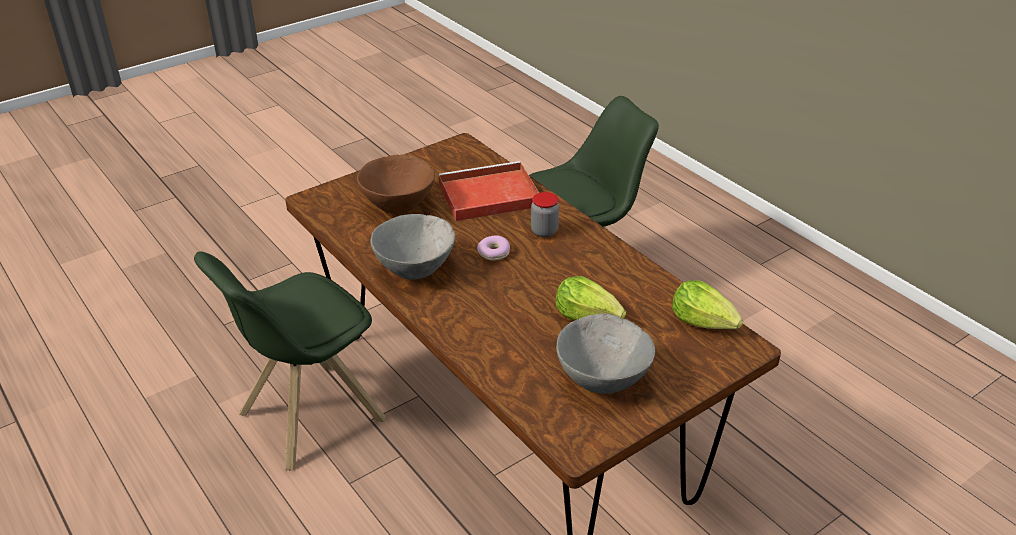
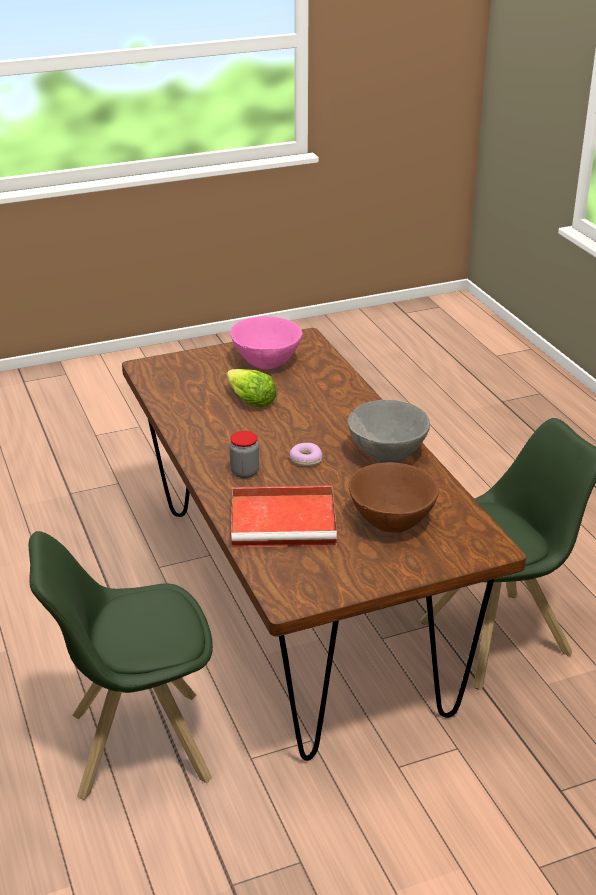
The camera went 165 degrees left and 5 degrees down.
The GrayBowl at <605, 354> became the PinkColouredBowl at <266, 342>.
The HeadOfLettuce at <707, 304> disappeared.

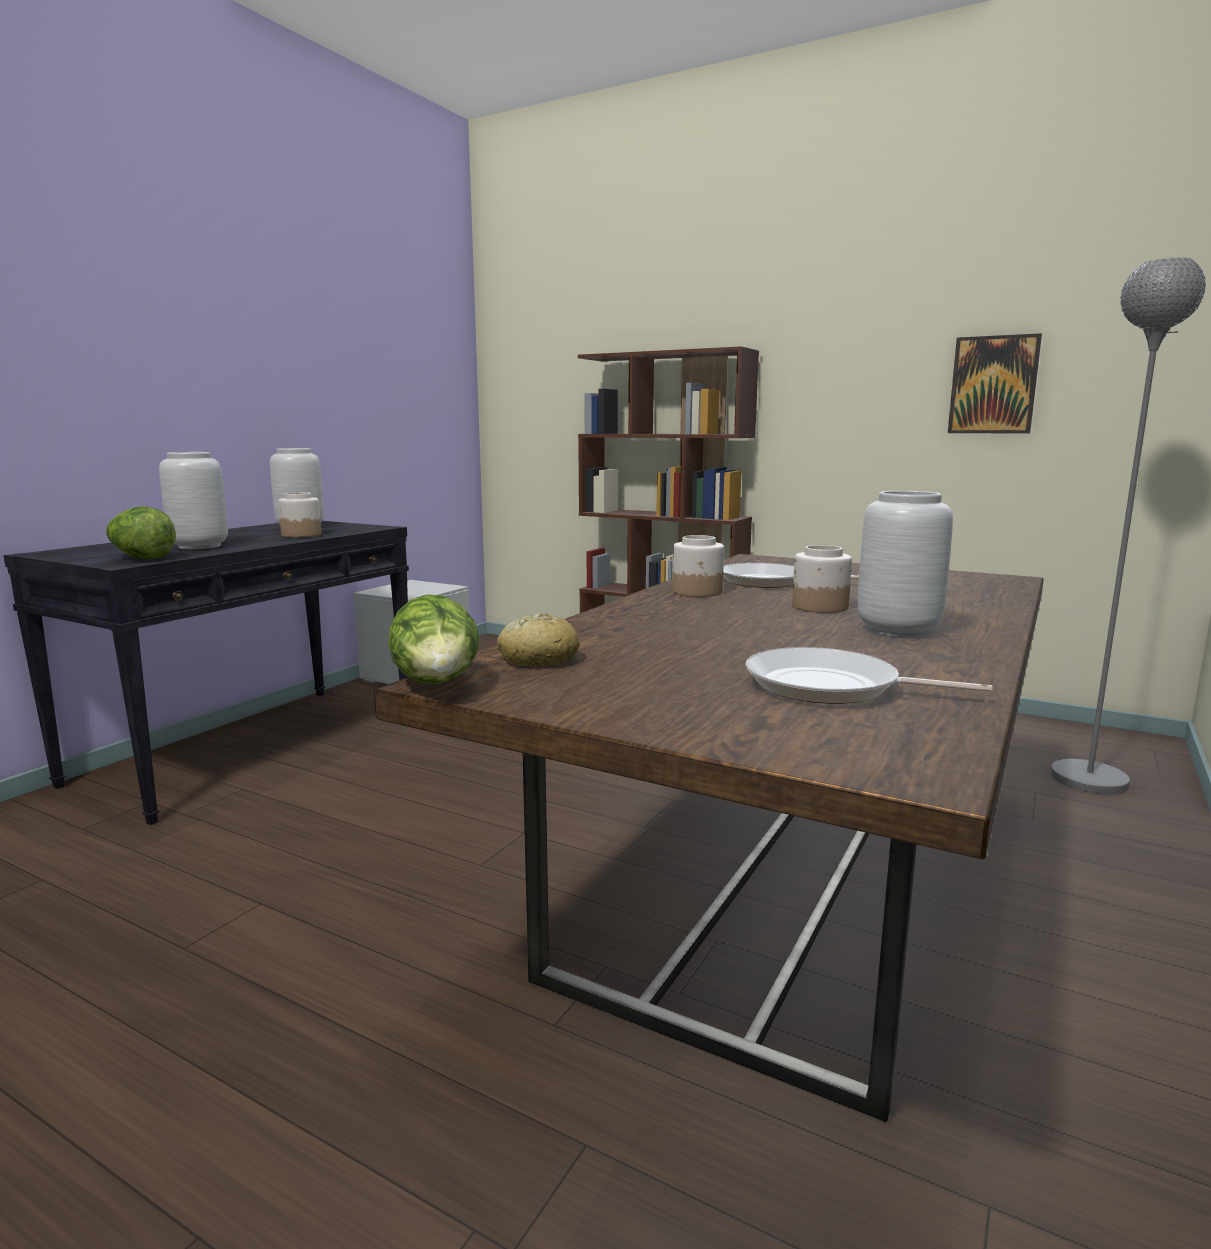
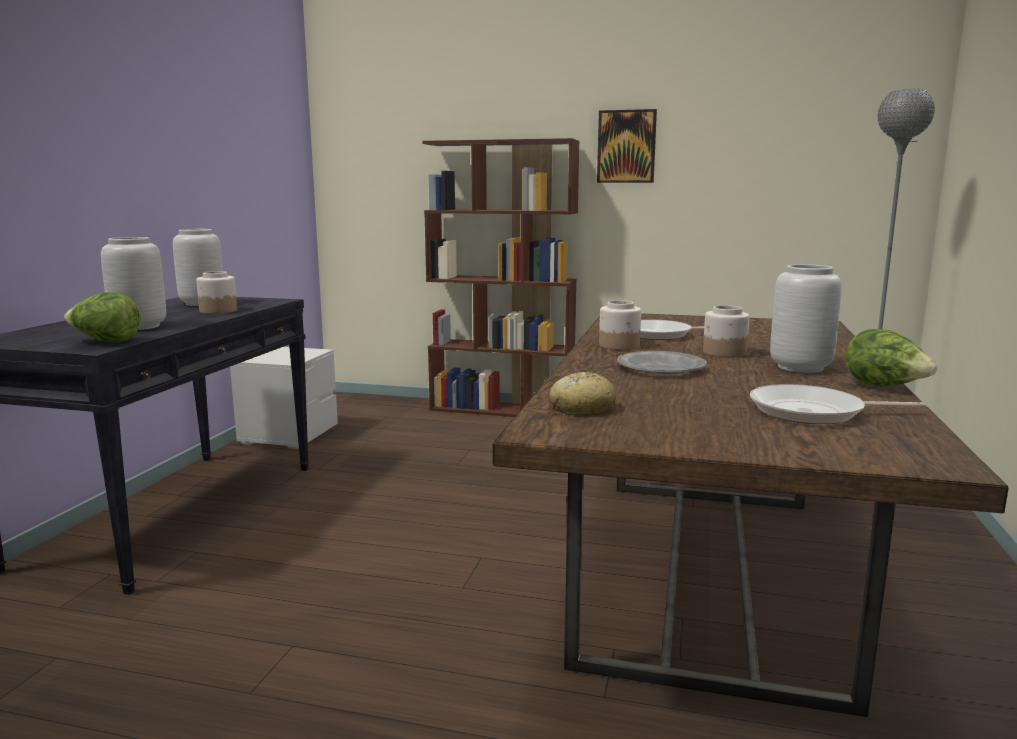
The camera went 15 degrees left and 0 degrees up.
The HeadOfLettuce moved from <433, 639> to <891, 357>.
The WallArt moved from <995, 383> to <627, 146>.
The GrayFlatDish at <662, 362> appeared.

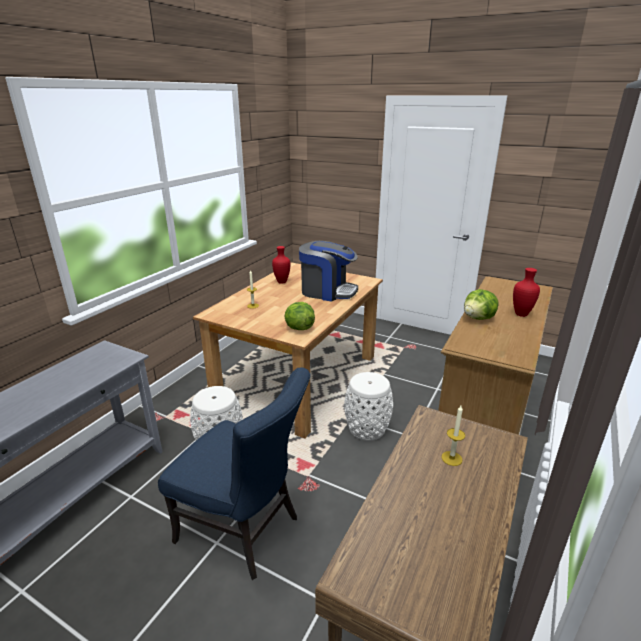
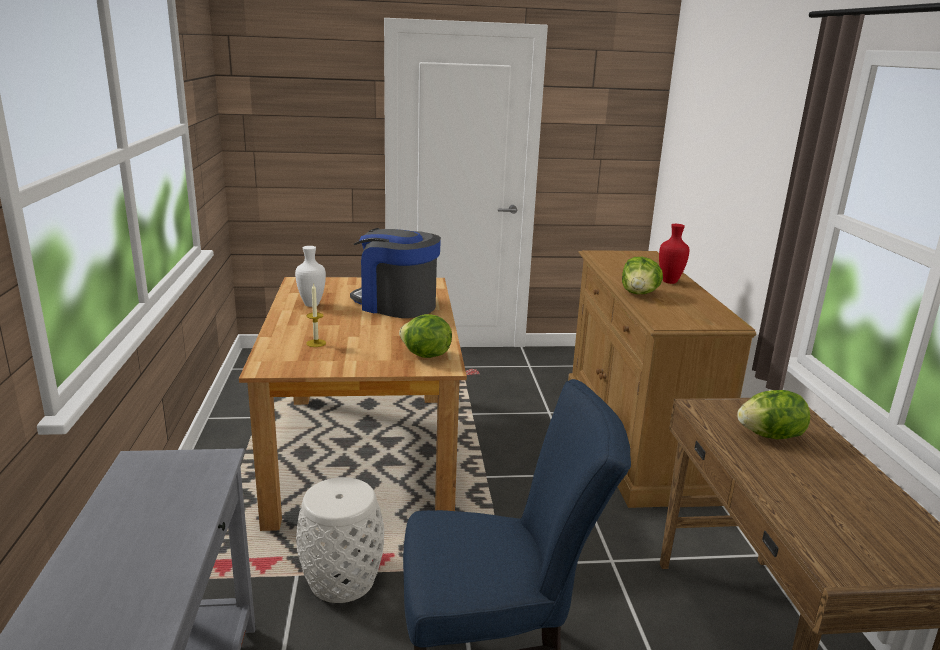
The camera went 35 degrees left and 5 degrees down.
The RedColouredFlowerVase at <281, 265> became the WhiteColouredFlowerVase at <310, 276>.
The CoffeeMachine at <328, 271> turned 135 degrees counterclockwise.
The WhiteColouredStoolSeat at <368, 406> disappeared.
The WaxCandle at <453, 436> was replaced by the HeadOfLettuce at <773, 414>.

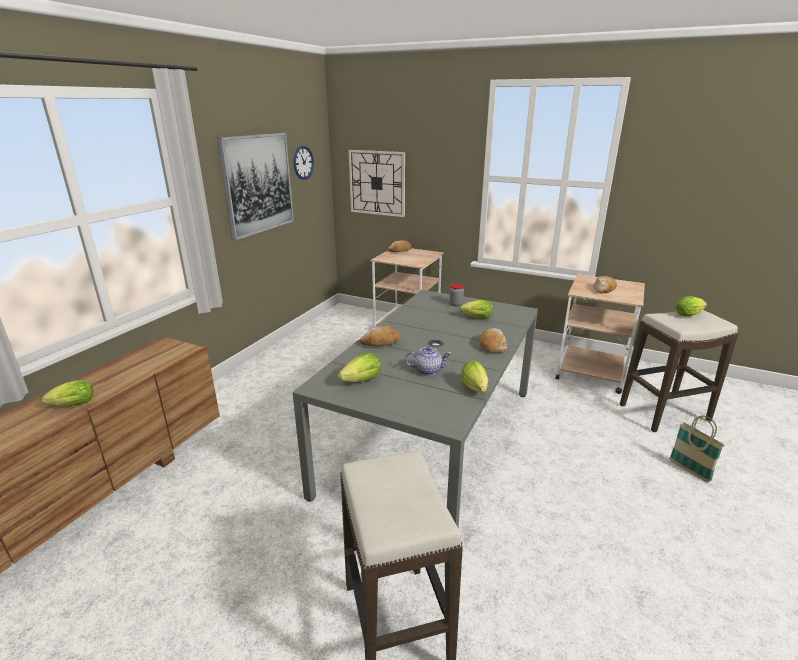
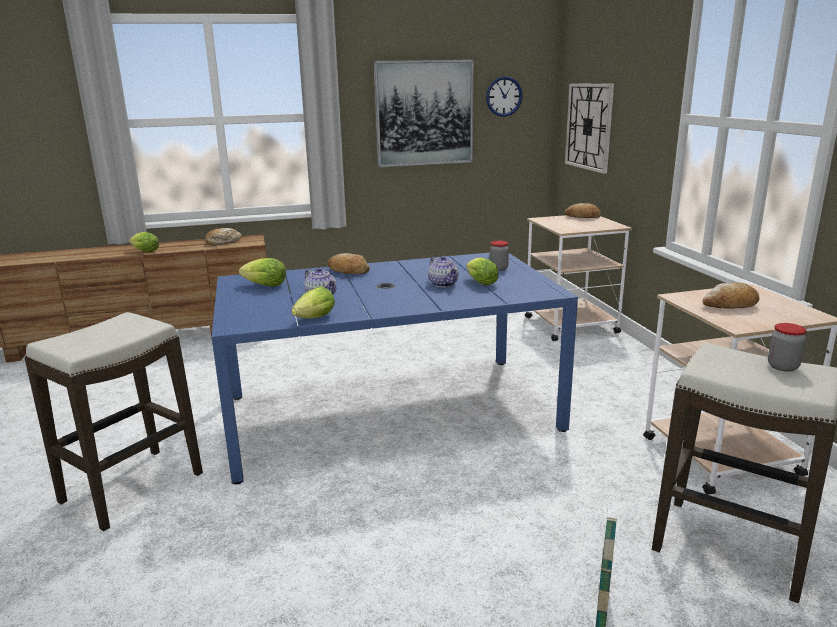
The camera went 50 degrees right and 5 degrees down.
The GrayKitchenTable at <415, 408> became the BlueKitchenTable at <395, 368>.
The Bread moved from <493, 341> to <223, 237>.
The HeadOfLettuce at <691, 306> was replaced by the Jar at <787, 347>.
The PotForTea at <443, 271> appeared.

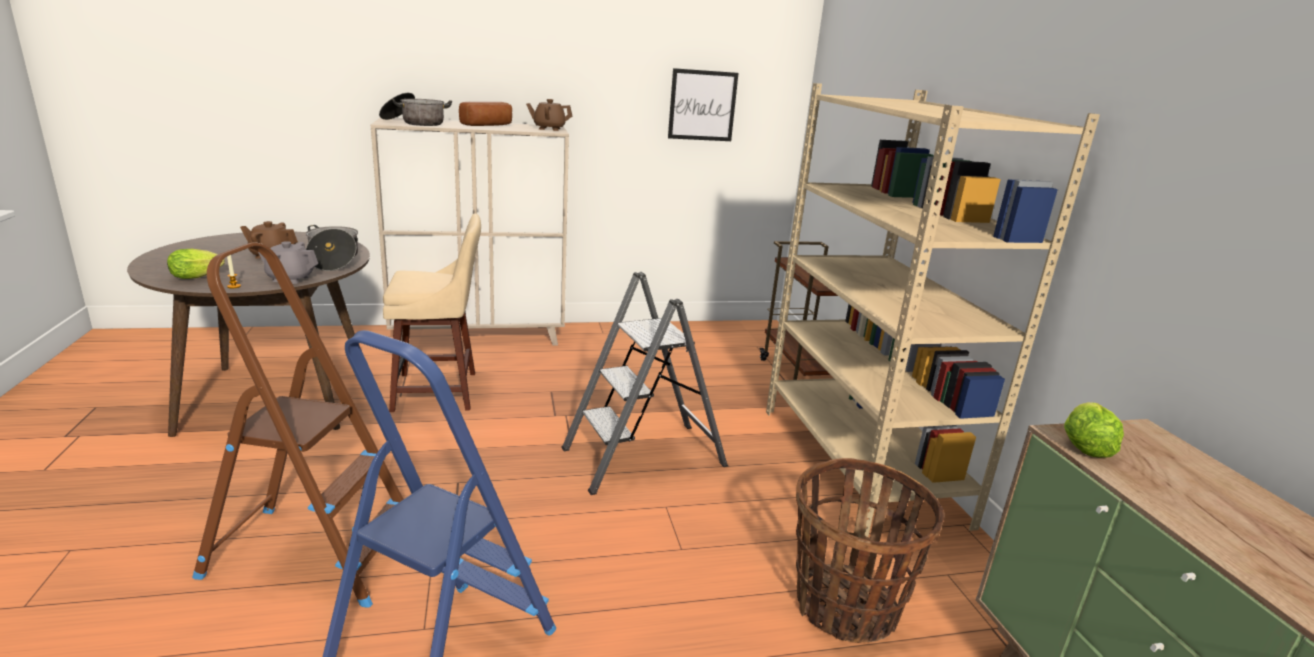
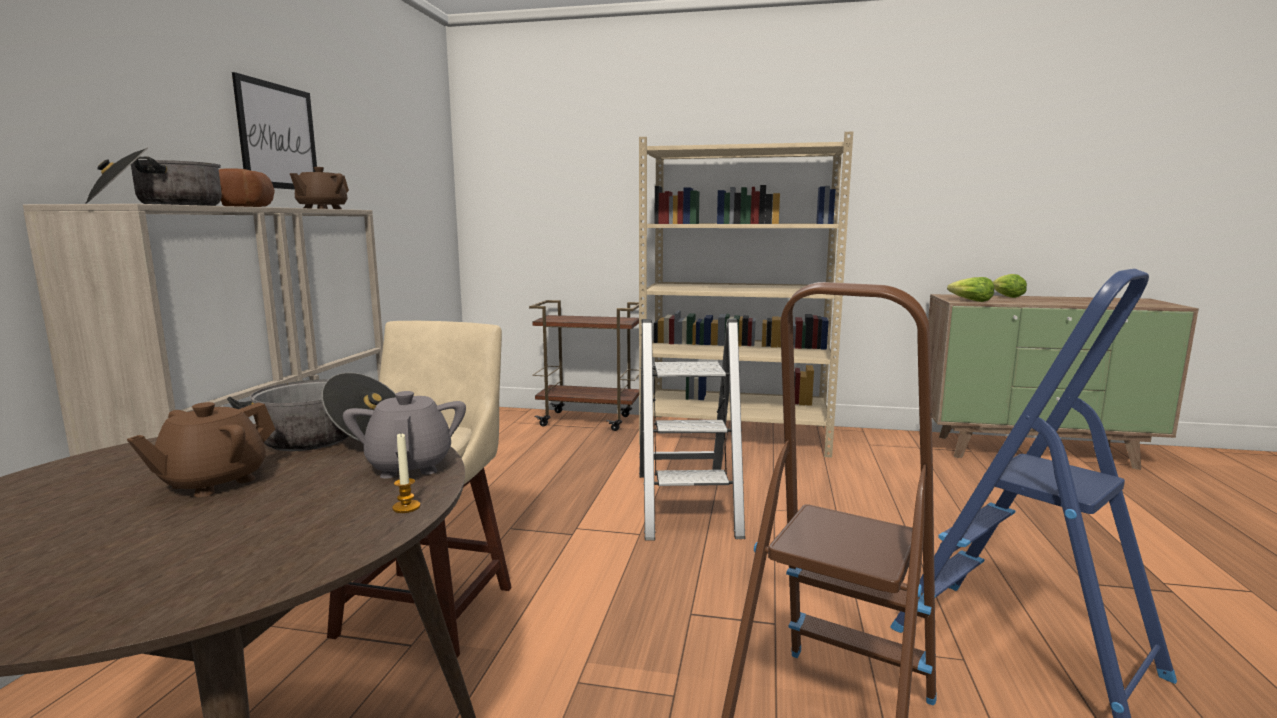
The camera went 65 degrees left and 10 degrees down.
The HeadOfLettuce moved from <196, 264> to <1010, 286>.
The GrayPotForTea at <288, 262> turned 135 degrees clockwise.
The WallArt moved from <703, 104> to <274, 131>.
The HouseholdBasket at <870, 550> disappeared.

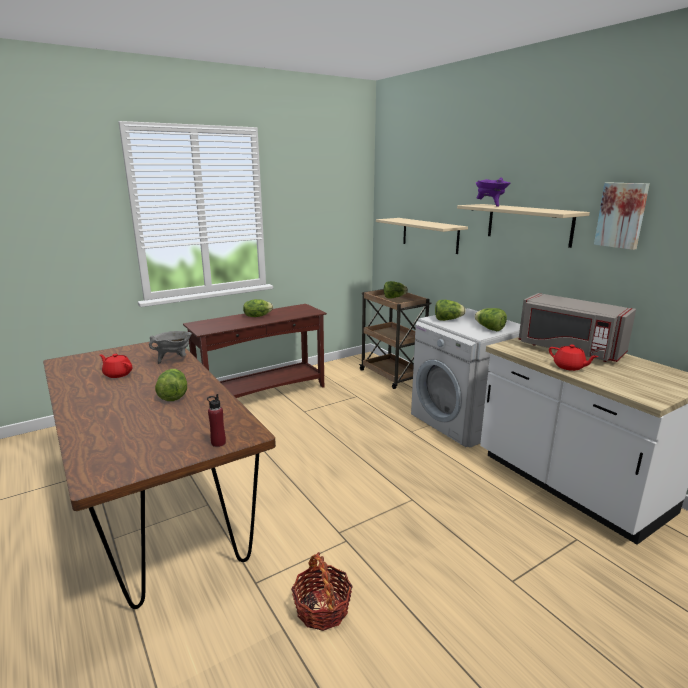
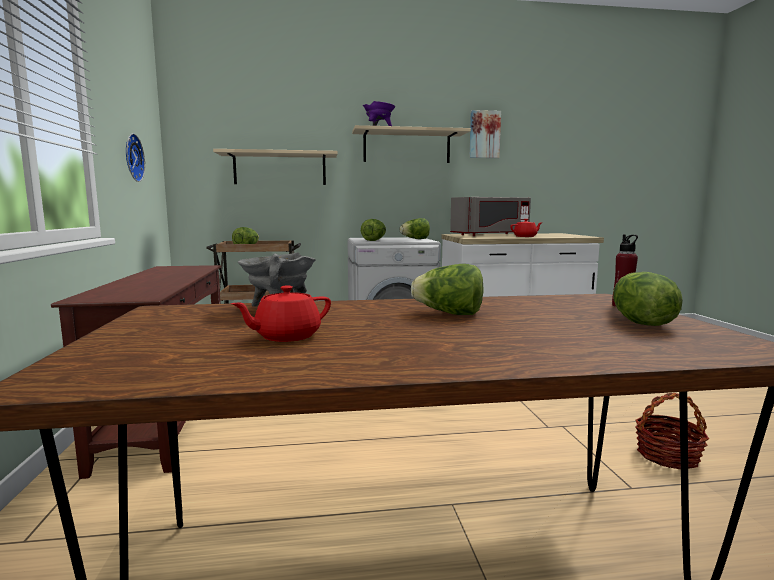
The camera went 65 degrees left and 10 degrees down.
The HeadOfLettuce moved from <258, 308> to <648, 299>.
The ClockOnTheWall at <135, 157> appeared.

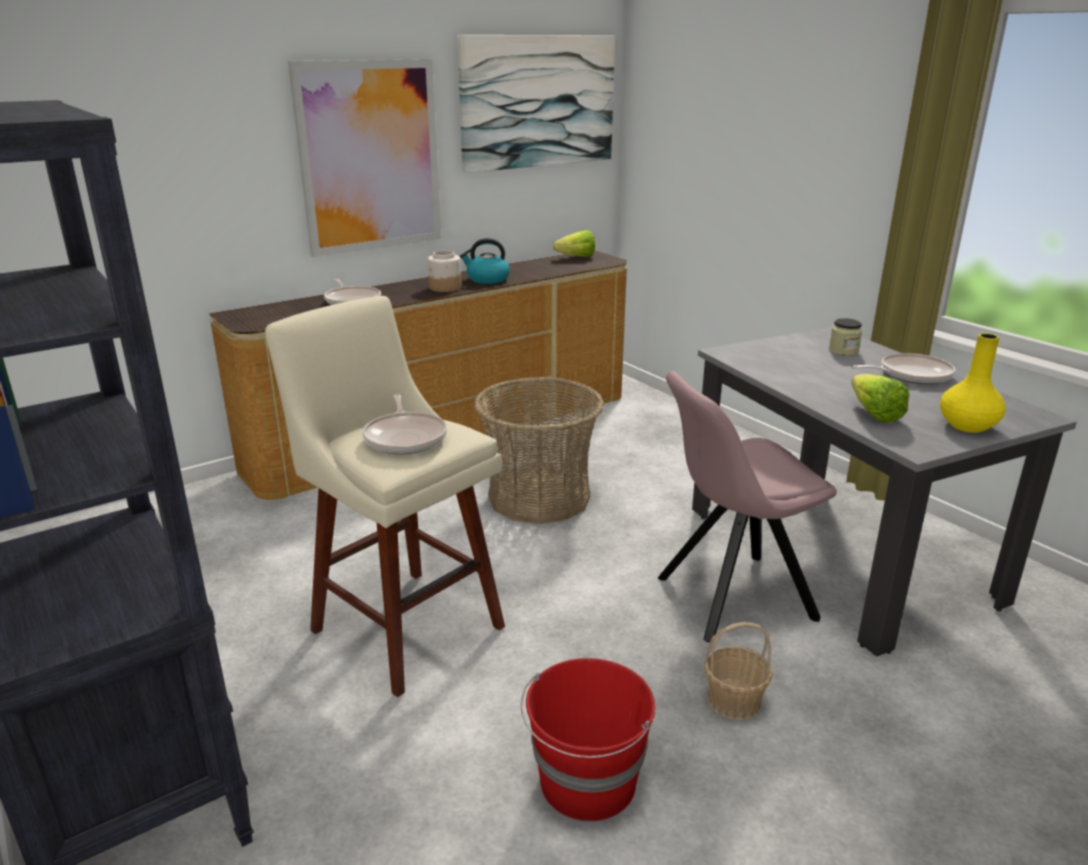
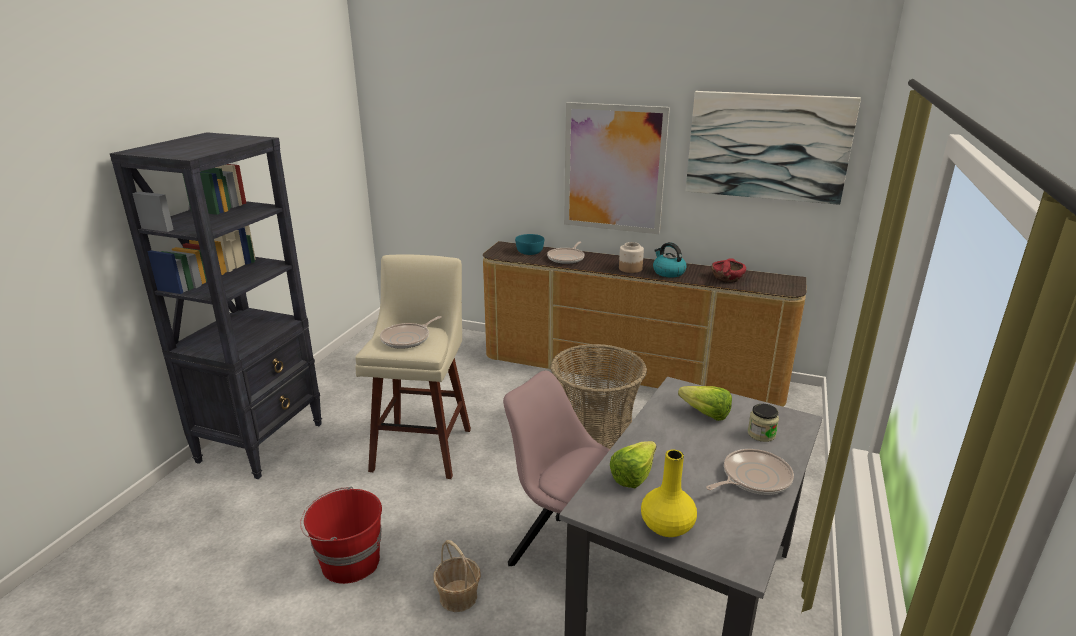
The camera went 55 degrees right and 0 degrees up.
The HeadOfLettuce moved from <574, 243> to <705, 403>.
The Pan at <904, 368> turned 75 degrees counterclockwise.
The TurquoiseColouredBowl at <529, 244> appeared.
The RedColouredBowl at <728, 270> appeared.

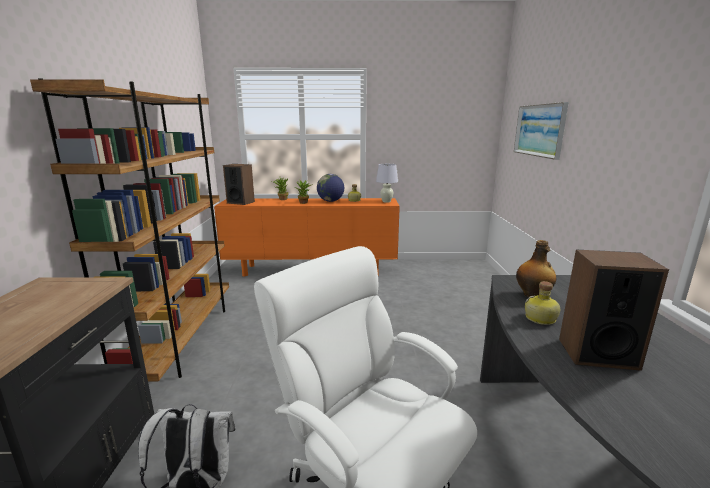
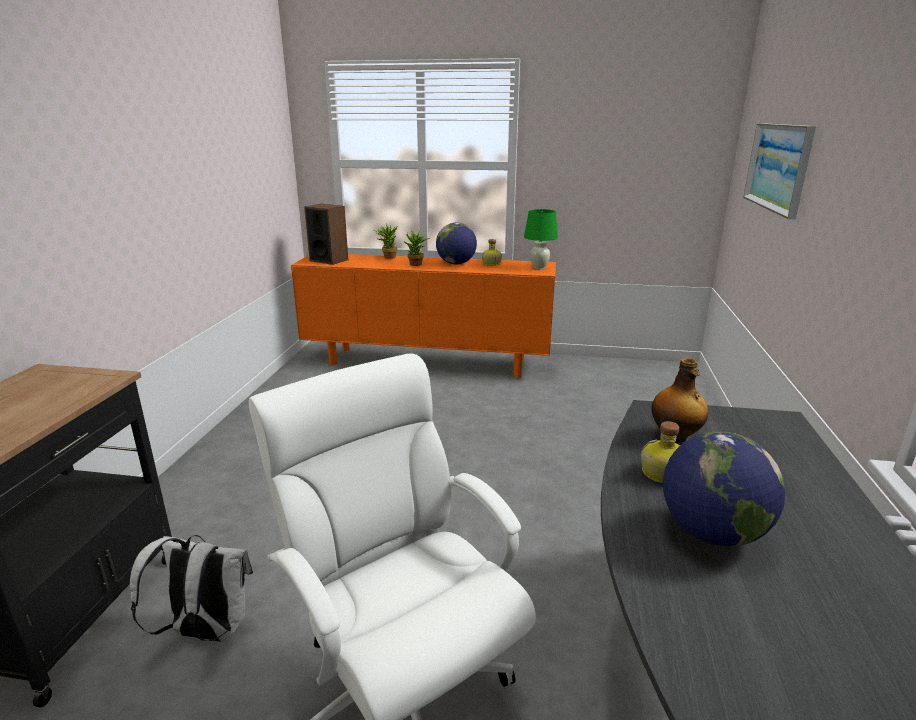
The camera went 10 degrees right and 5 degrees up.
The BrownBookcase at <129, 229> disappeared.
The WhiteColouredLampForATable at <387, 183> became the GreenColouredLampForATable at <541, 239>.
The AudioSpeaker at <614, 310> was replaced by the WorldGlobe at <724, 489>.

